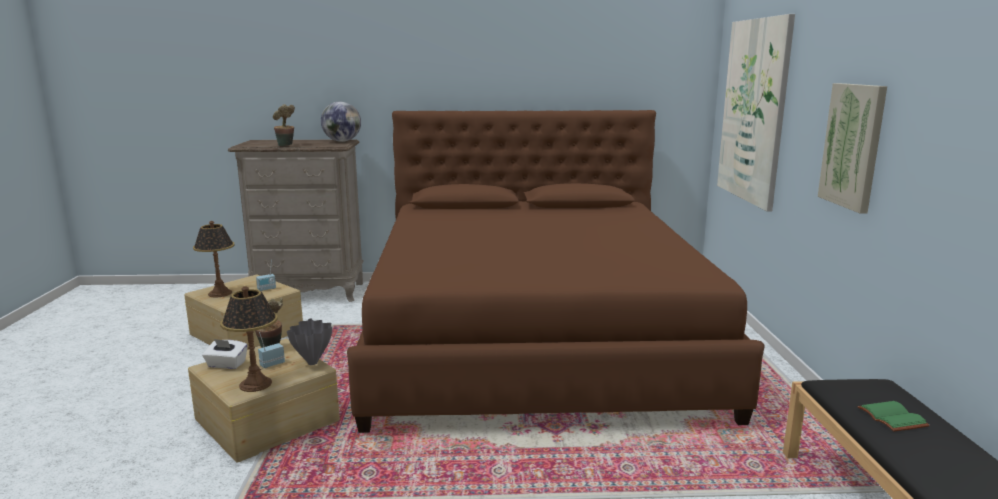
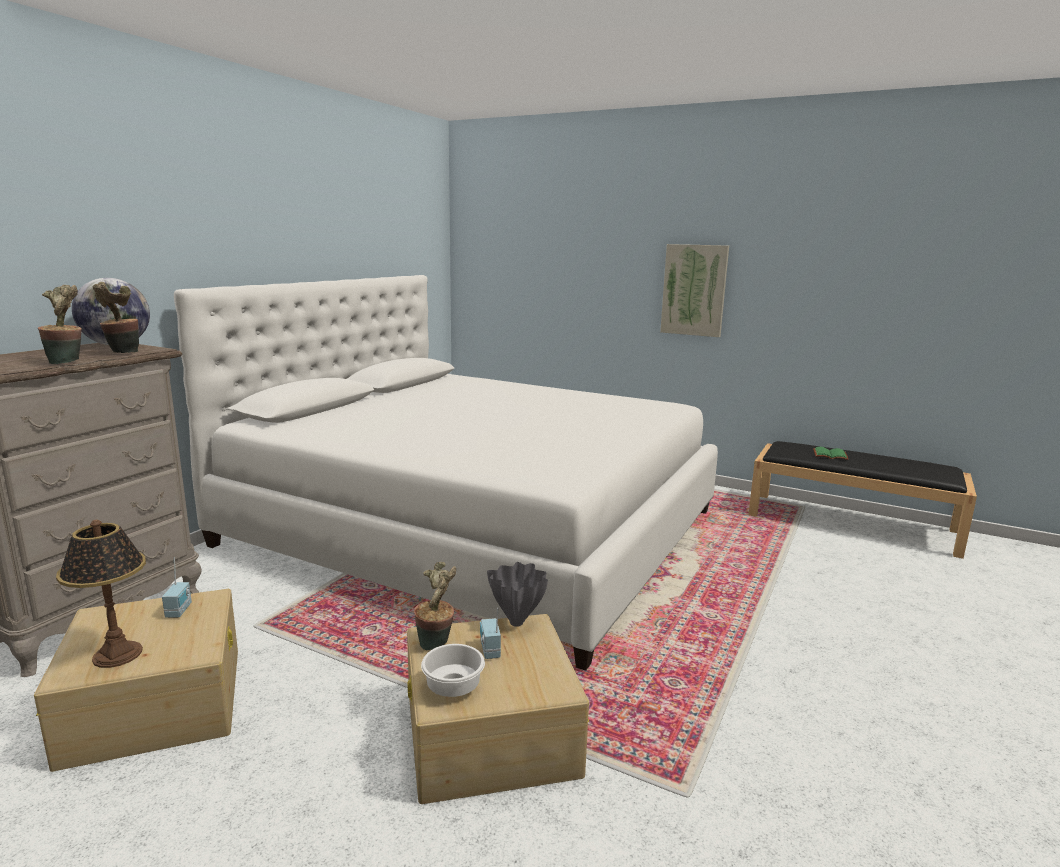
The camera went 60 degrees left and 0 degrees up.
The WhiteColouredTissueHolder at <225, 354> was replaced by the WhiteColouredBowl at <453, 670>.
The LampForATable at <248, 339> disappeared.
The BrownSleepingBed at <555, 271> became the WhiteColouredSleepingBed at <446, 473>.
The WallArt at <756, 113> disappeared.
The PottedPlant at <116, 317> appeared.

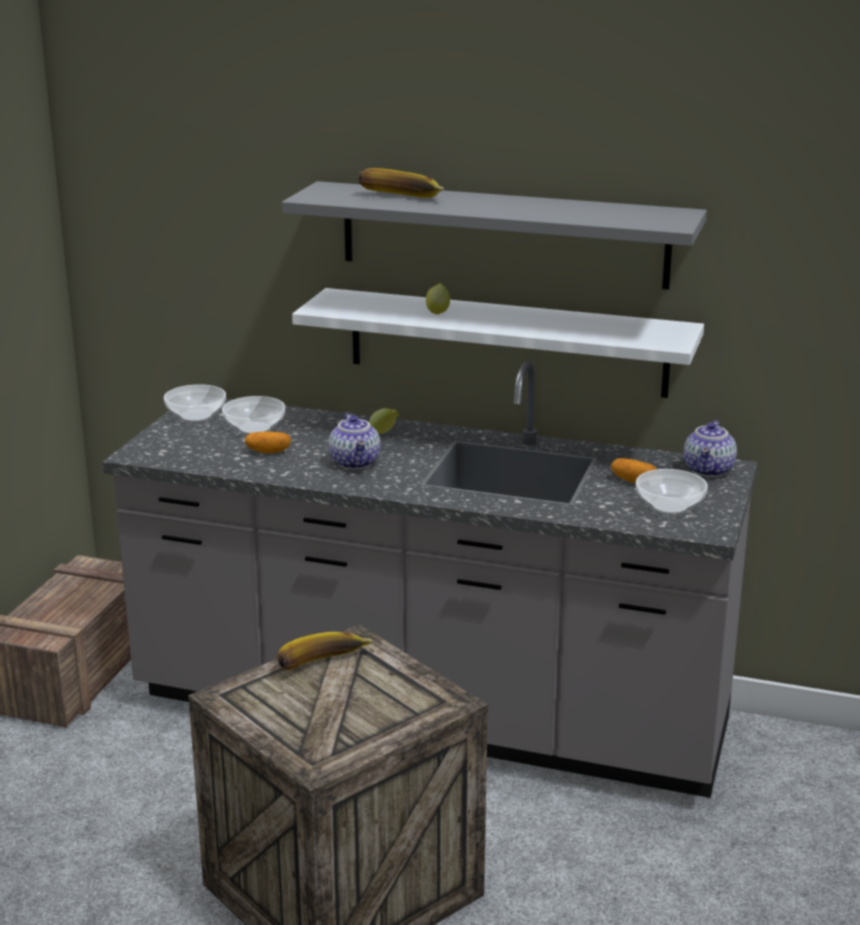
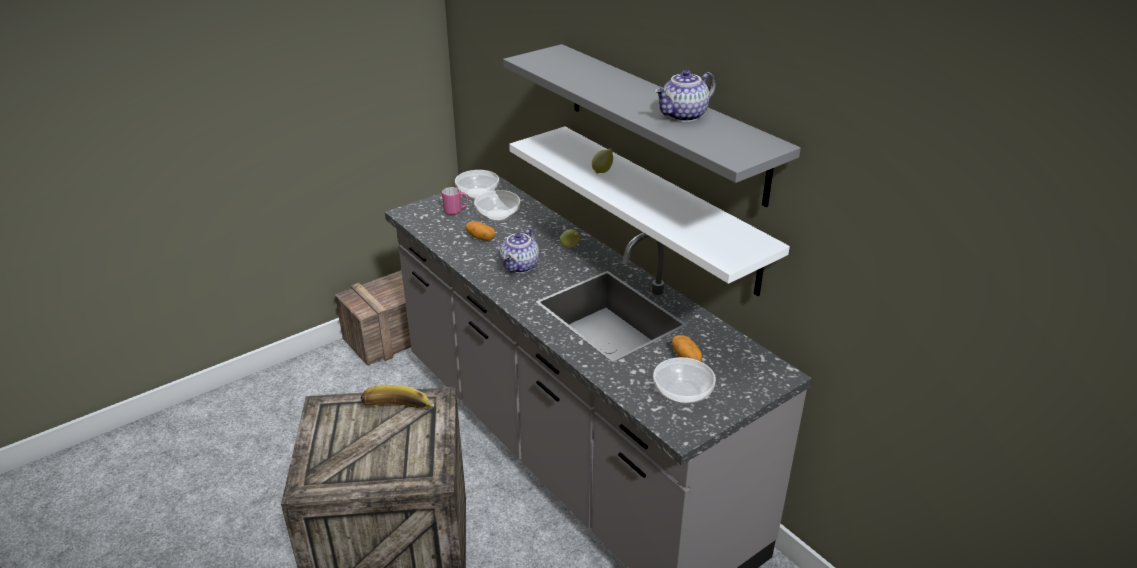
The camera went 35 degrees right and 10 degrees up.
The BananaFruit at <401, 183> disappeared.
The PotForTea moved from <710, 448> to <685, 96>.
The PinkColouredMug at <455, 201> appeared.

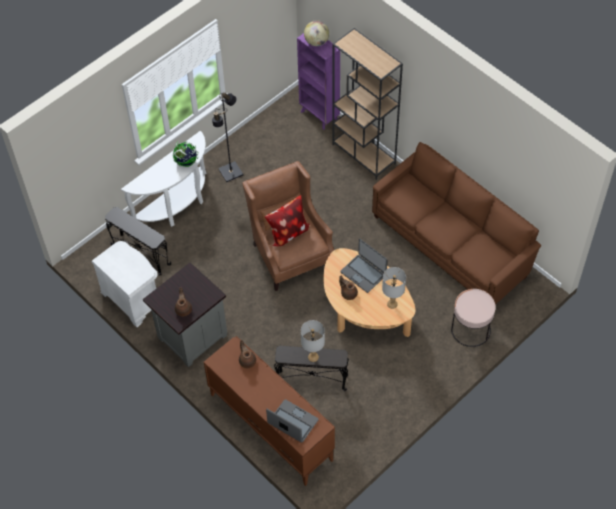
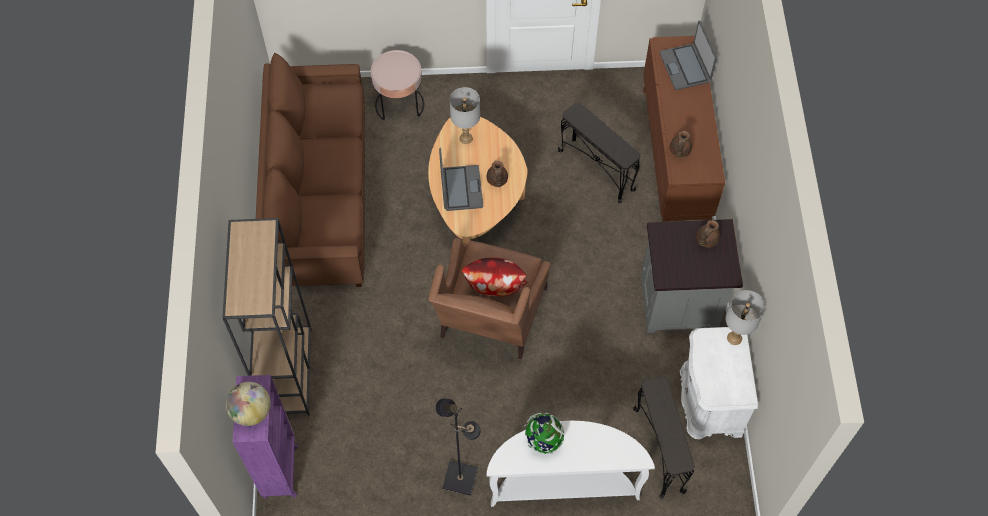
The camera went 140 degrees left and 5 degrees up.
The GrayLampForATable moved from <313, 341> to <745, 317>.

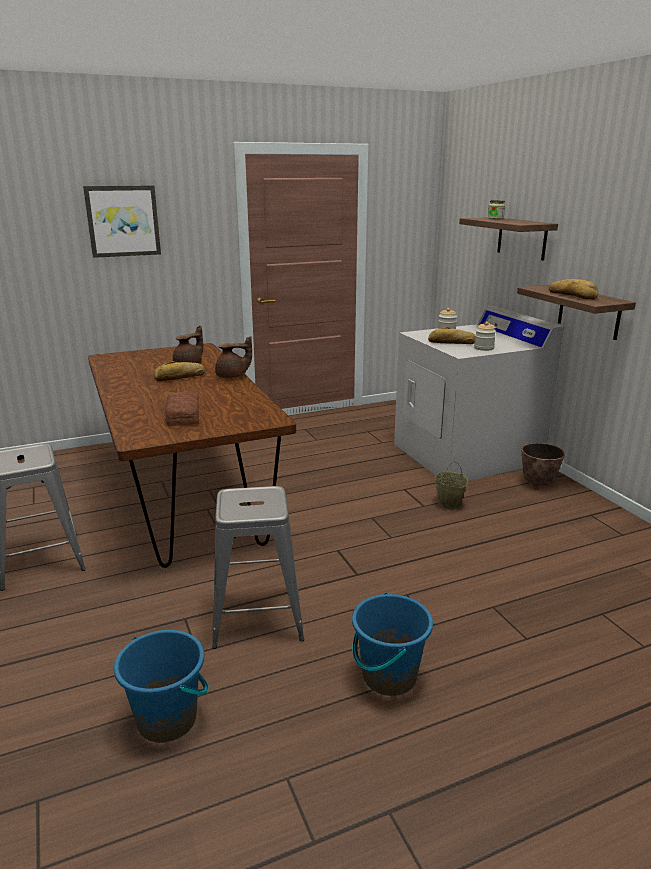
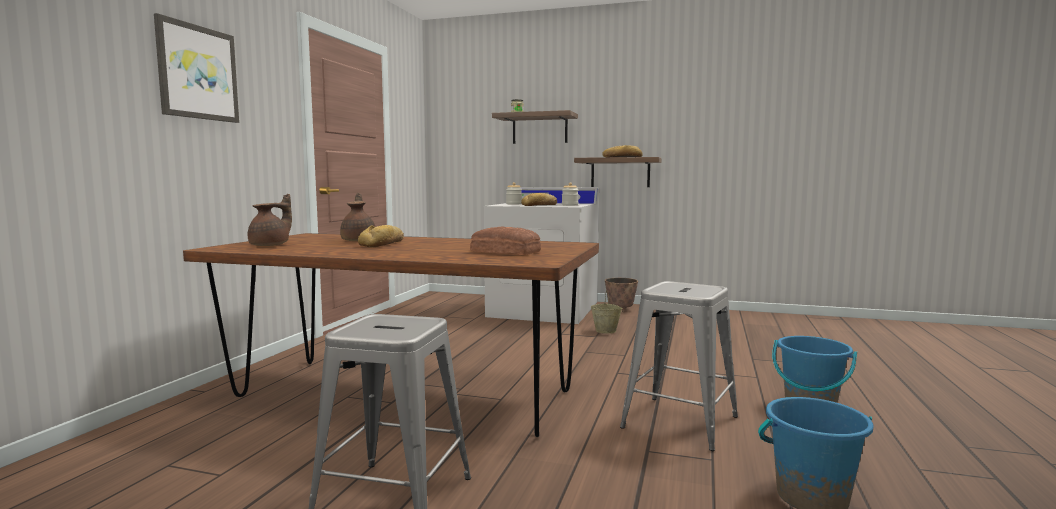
The camera went 50 degrees left and 15 degrees down.
The BrownPotForTea moved from <233, 357> to <270, 220>.

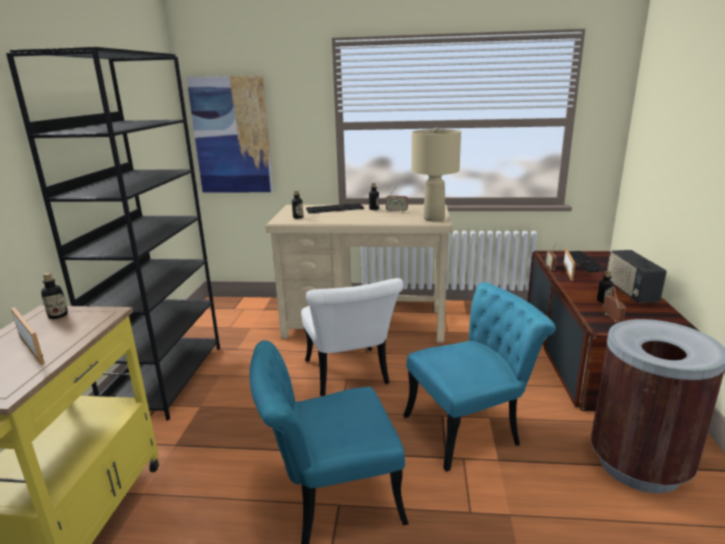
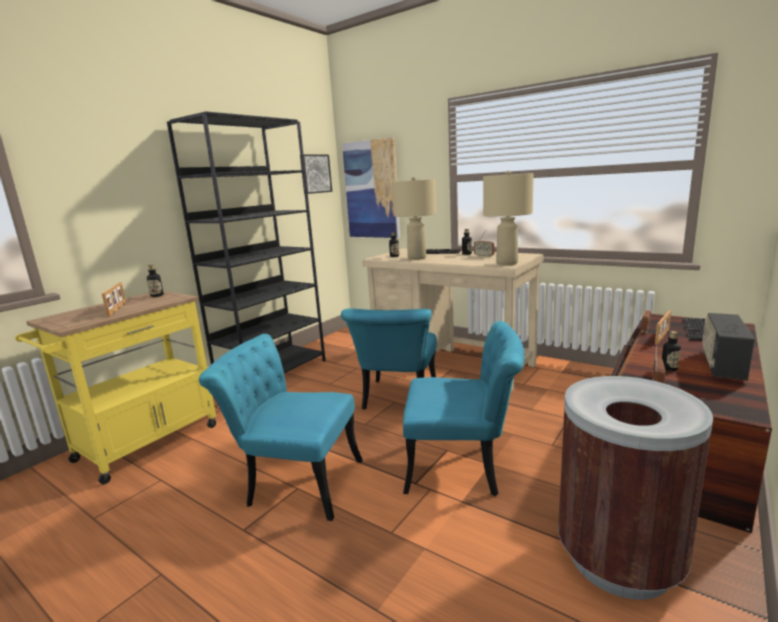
The camera went 30 degrees right and 5 degrees down.
The WhiteColouredPlainChair at <352, 337> became the TurquoiseColouredPlainChair at <389, 359>.
The WallArt at <316, 174> appeared.
The BeigeColouredLampForATable at <414, 218> appeared.

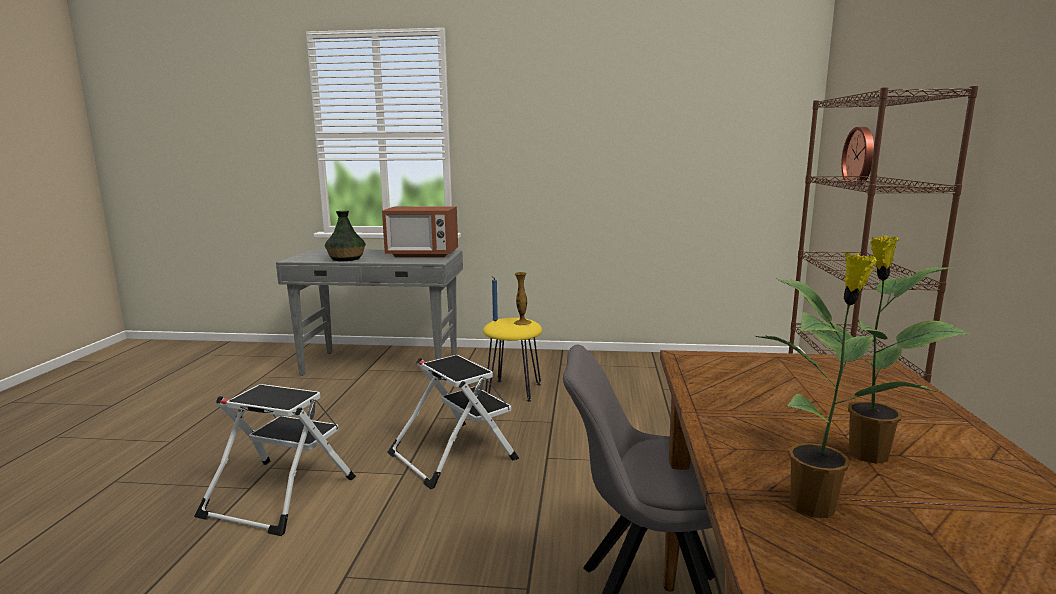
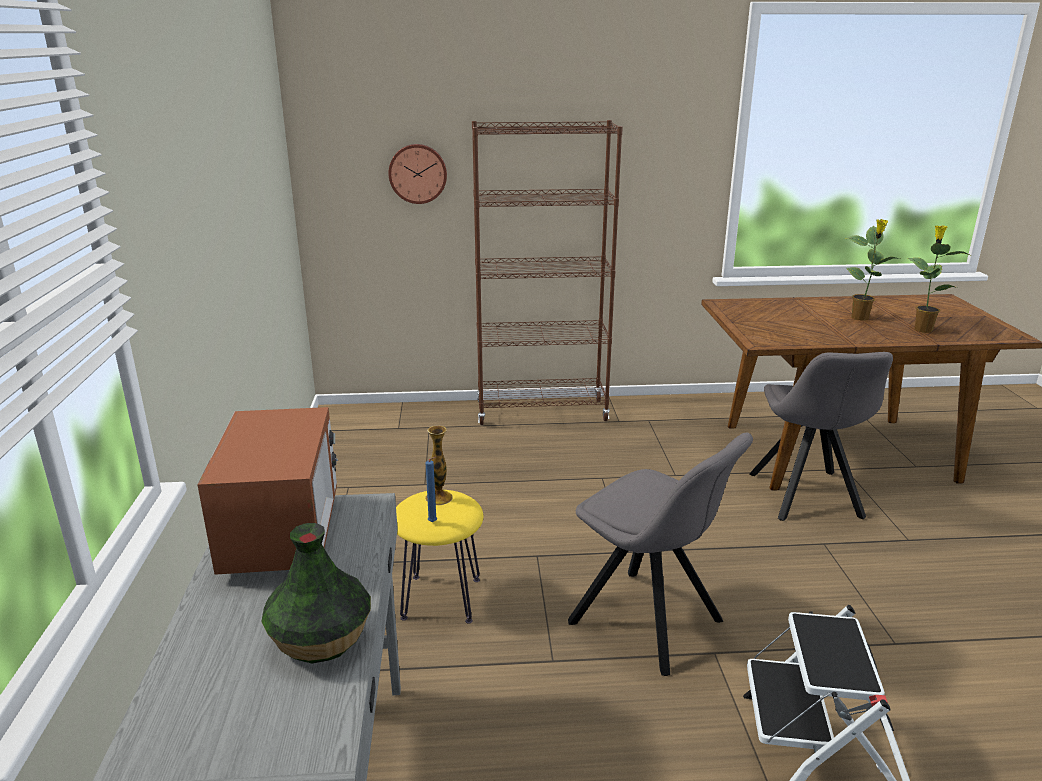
The camera went 100 degrees left and 10 degrees up.
The StepLadder at <453, 422> was replaced by the GrayPlainChair at <660, 554>.

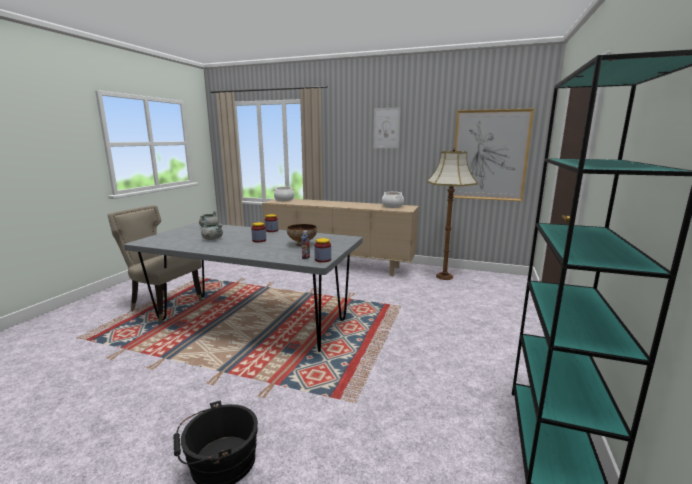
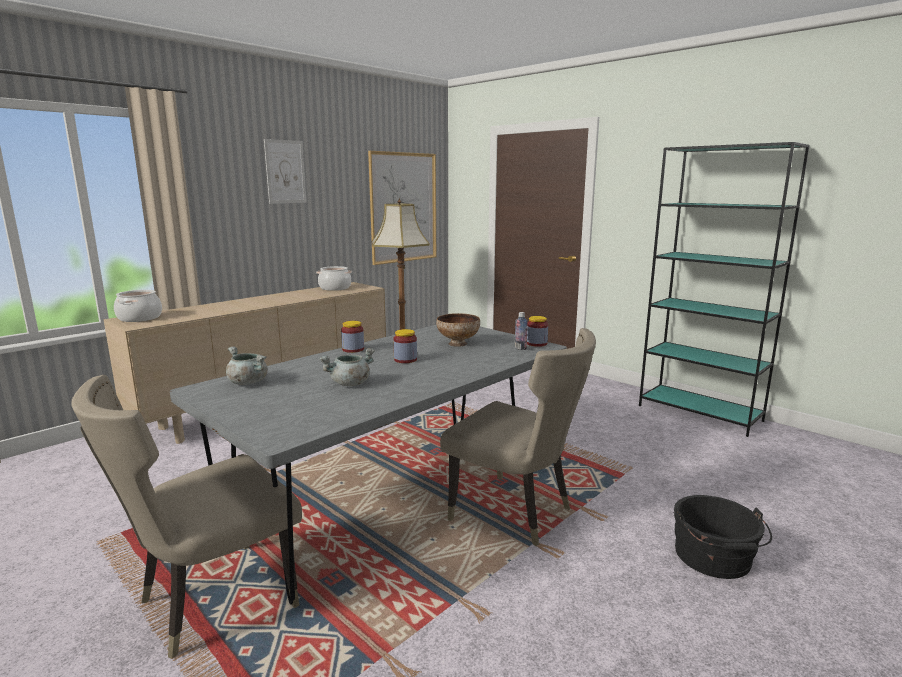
The camera went 65 degrees left and 0 degrees up.
The BeigeColouredPlainChair at <518, 437> appeared.

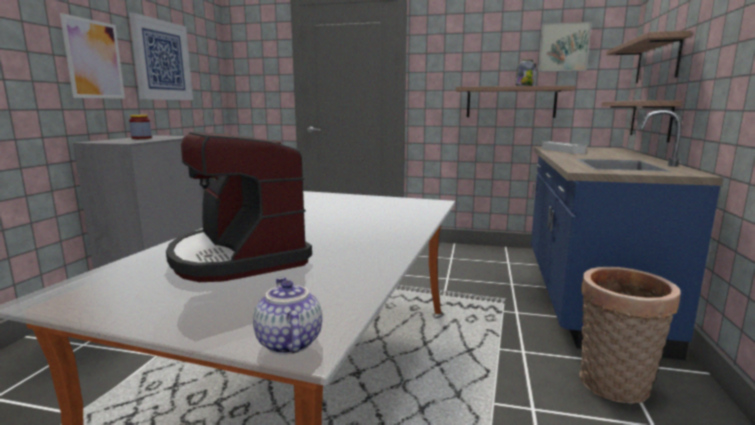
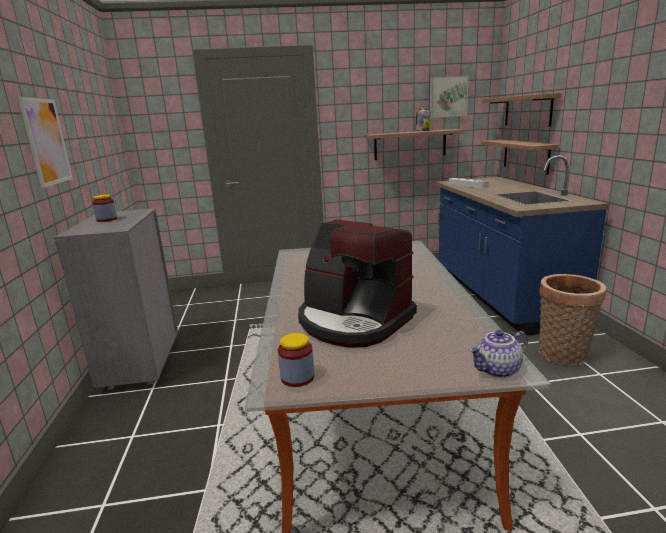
The camera went 20 degrees left and 5 degrees up.
The WallArt at <161, 56> disappeared.
The PotForTea at <287, 316> turned 75 degrees counterclockwise.
The Jar at <296, 360> appeared.

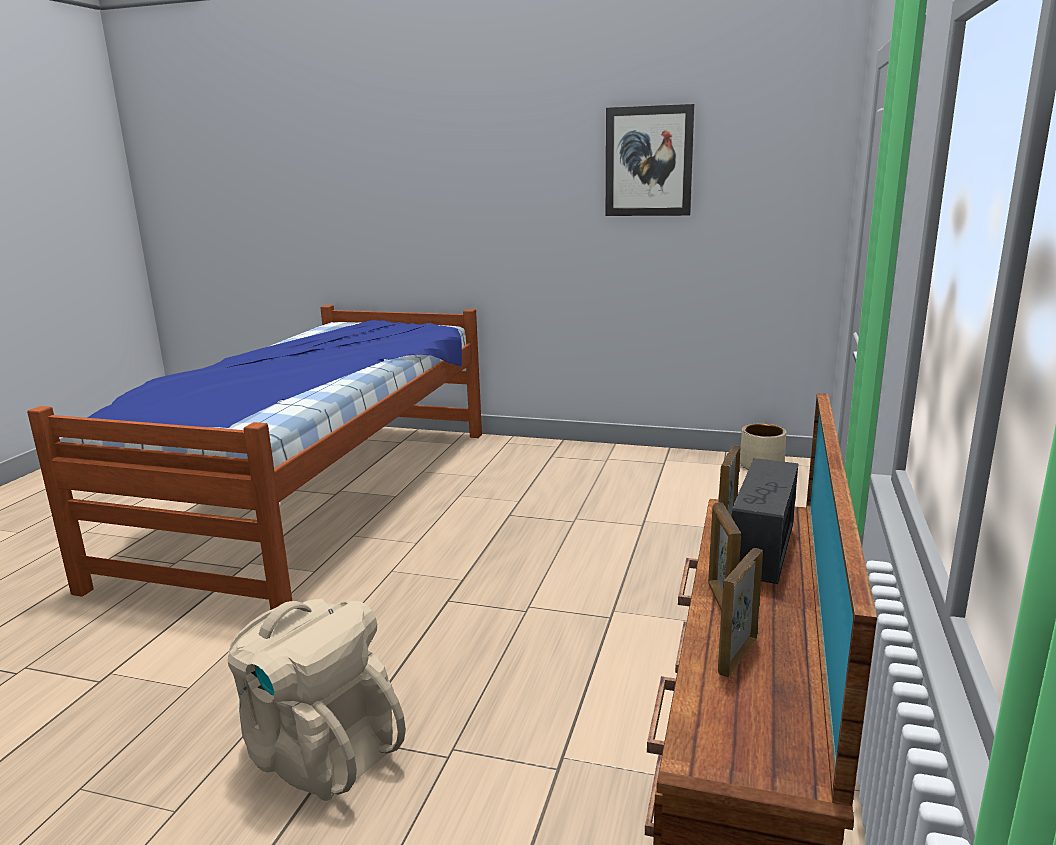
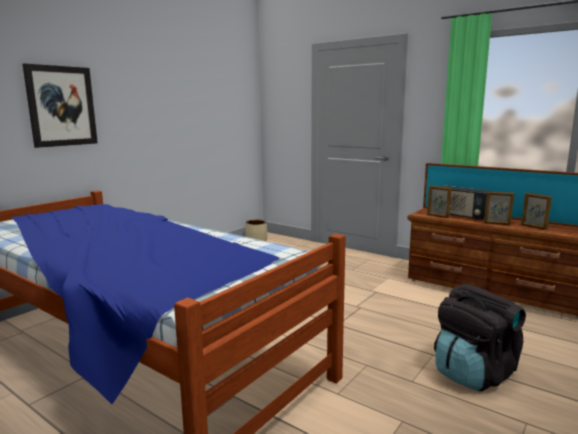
The camera went 70 degrees left and 5 degrees down.
The BeigeColouredKnapsack at <316, 700> became the BlackishKnapsack at <480, 337>.
The WallArt moved from <650, 160> to <60, 105>.

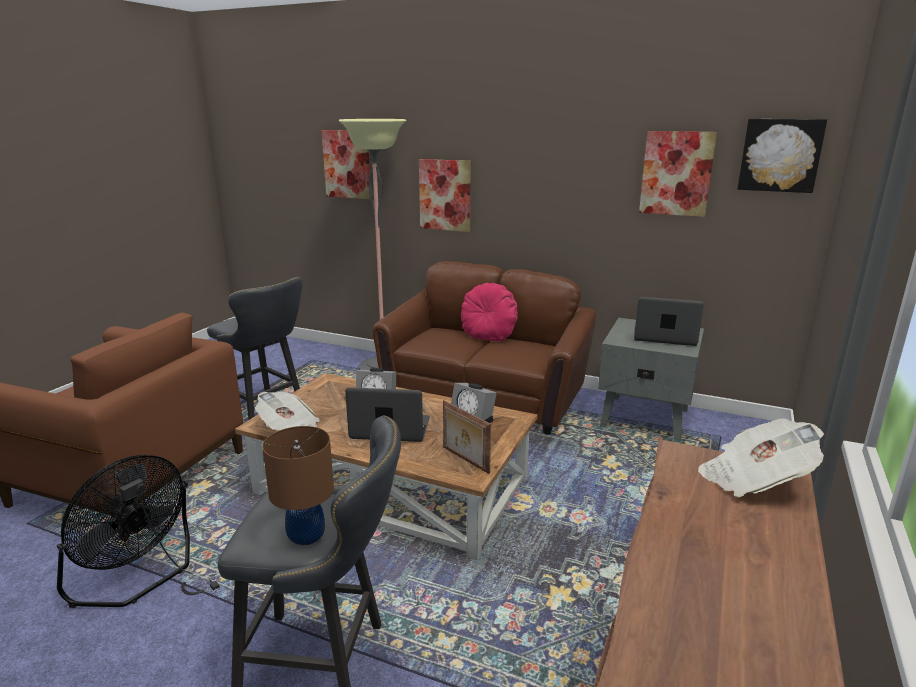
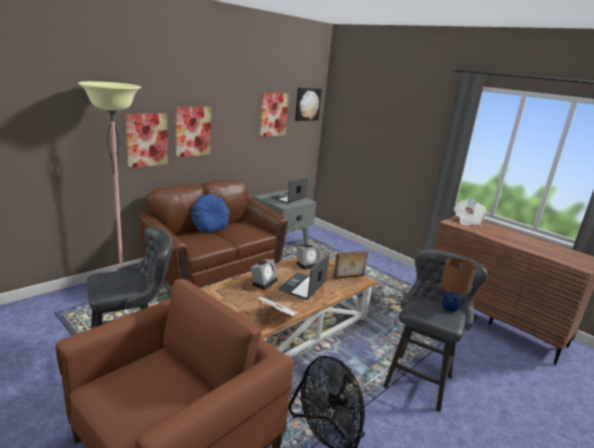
The camera went 70 degrees left and 0 degrees up.
The WallArt moved from <345, 164> to <193, 132>.
The PinkColouredCushion at <489, 312> became the BlueCushion at <210, 213>.

